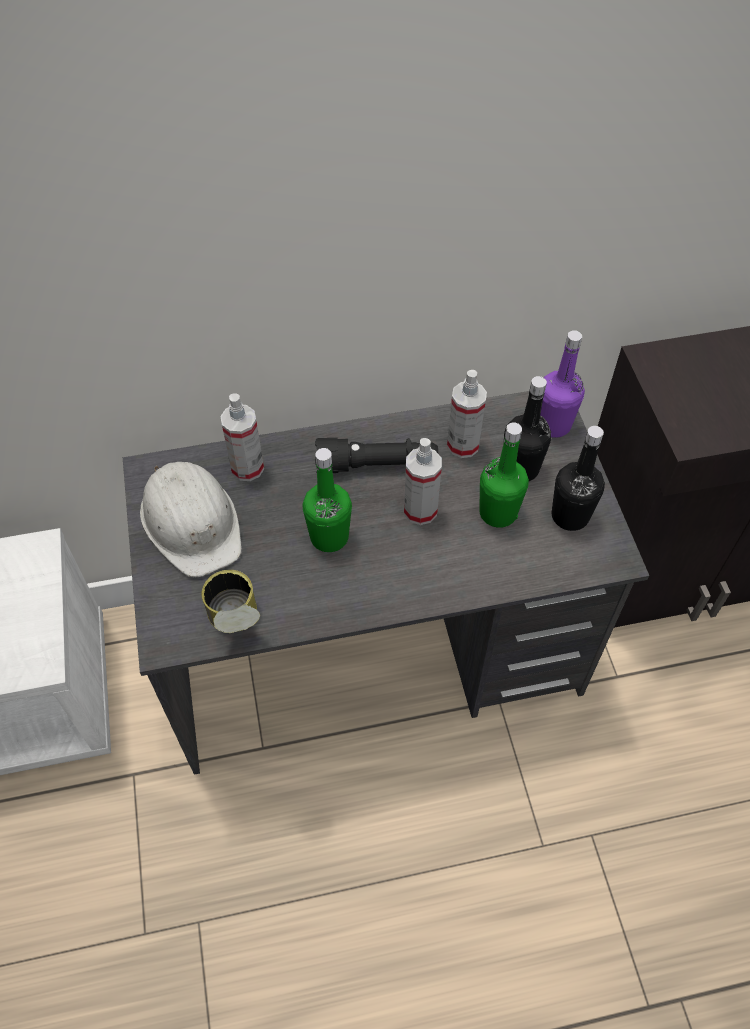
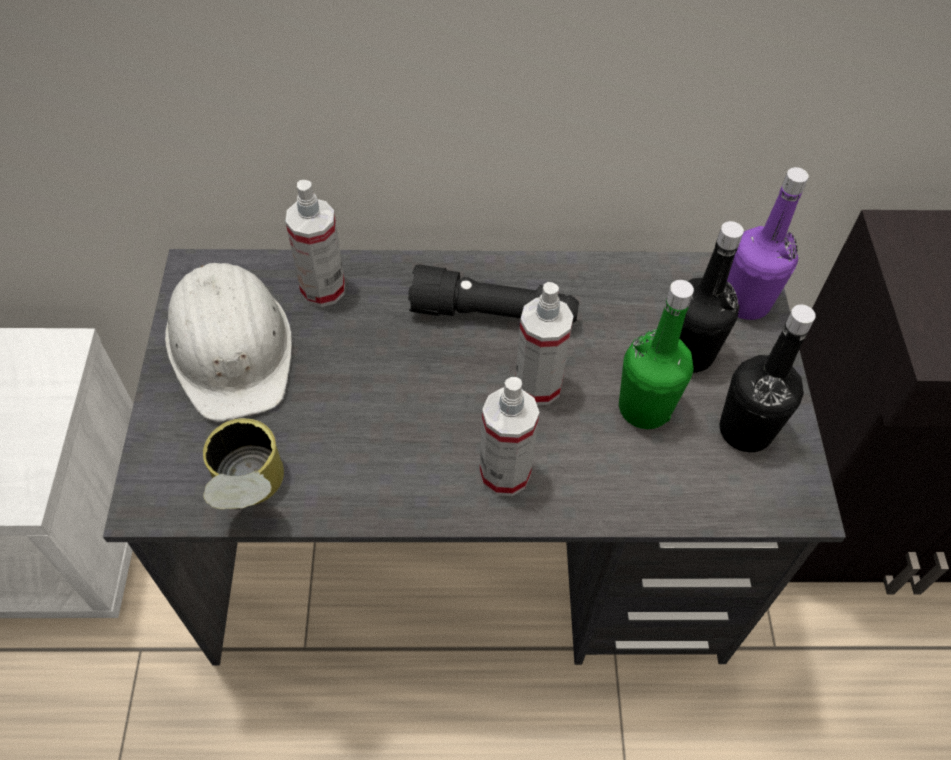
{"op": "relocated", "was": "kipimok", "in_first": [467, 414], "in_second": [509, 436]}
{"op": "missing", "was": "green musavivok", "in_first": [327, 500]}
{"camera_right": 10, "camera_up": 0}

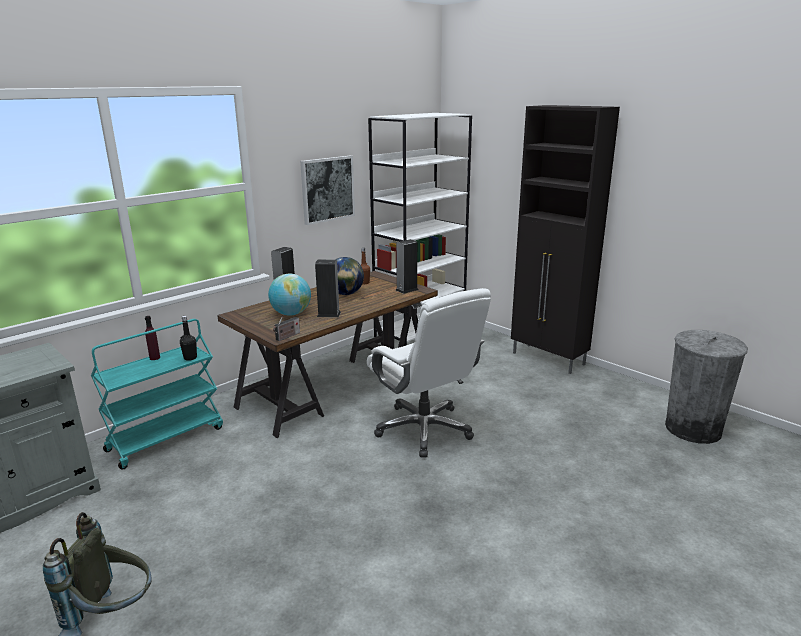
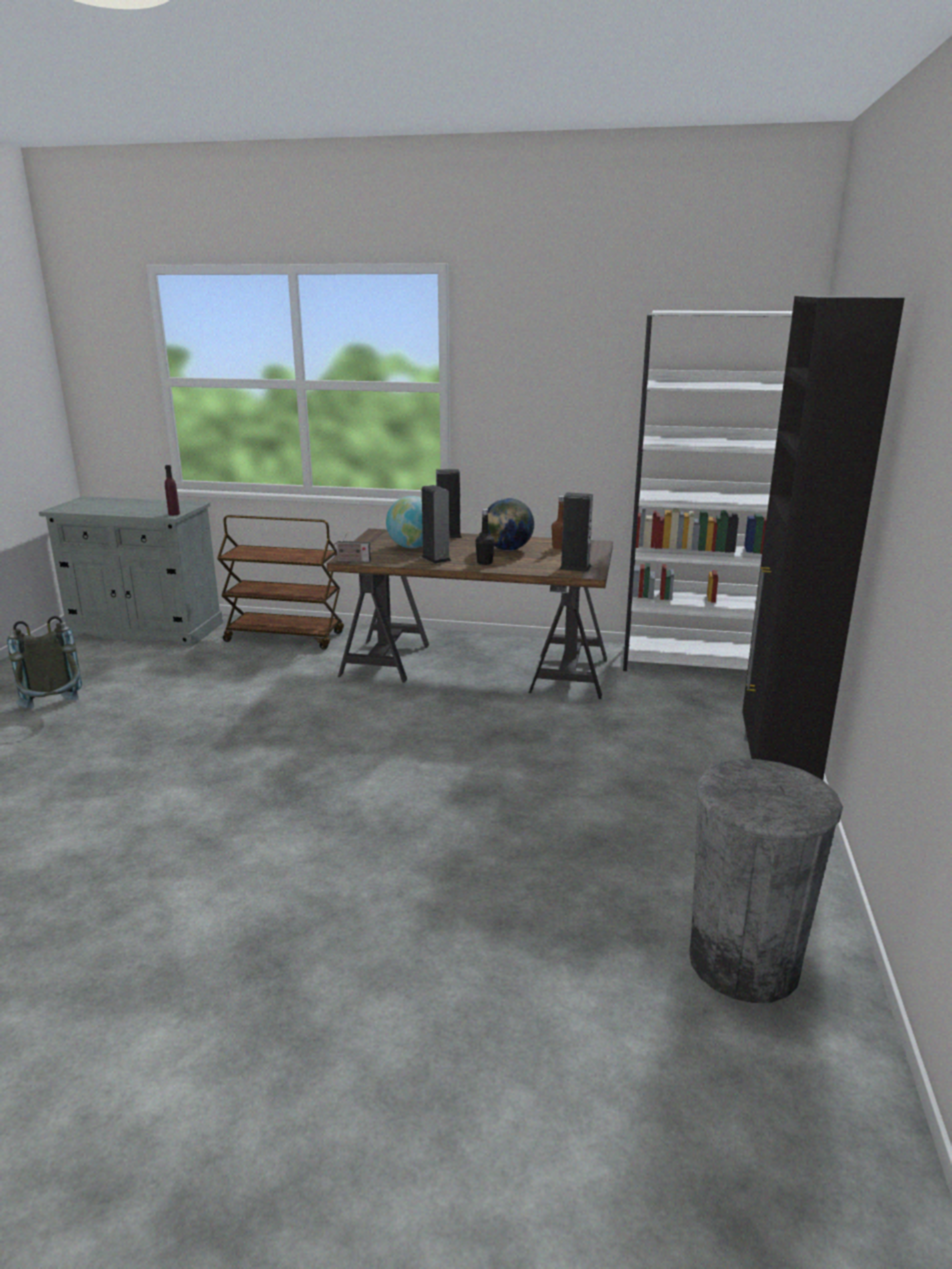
{"op": "missing", "was": "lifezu", "in_first": [327, 190]}
{"op": "missing", "was": "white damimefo", "in_first": [429, 373]}
{"op": "relocated", "was": "purple musavivok", "in_first": [152, 338], "in_second": [172, 490]}
{"op": "relocated", "was": "black musavivok", "in_first": [188, 338], "in_second": [484, 537]}
{"op": "colour", "was": "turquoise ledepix", "now": "brown ledepix", "in_first": [157, 394], "in_second": [280, 582]}
{"camera_right": 55, "camera_up": 0}

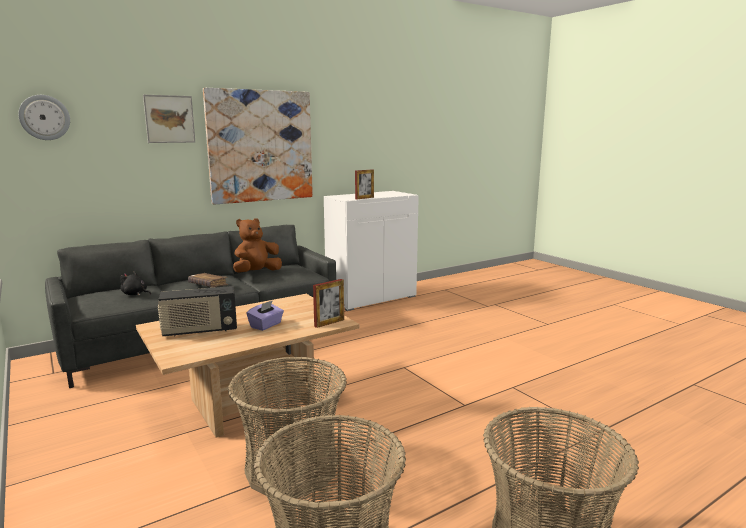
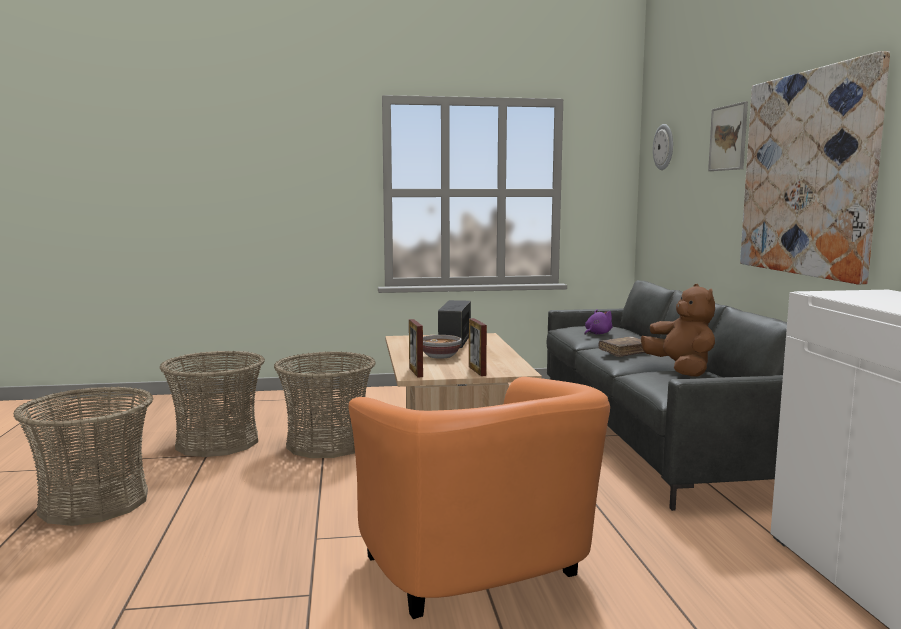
{"op": "relocated", "was": "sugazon", "in_first": [364, 184], "in_second": [478, 347]}
{"op": "colour", "was": "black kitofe", "now": "purple kitofe", "in_first": [135, 283], "in_second": [599, 322]}
{"op": "exchanged", "was": "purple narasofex", "now": "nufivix", "in_first": [265, 315], "in_second": [442, 347]}
{"op": "appeared", "now": "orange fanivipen", "in_second": [479, 498]}
{"camera_right": 115, "camera_up": -5}

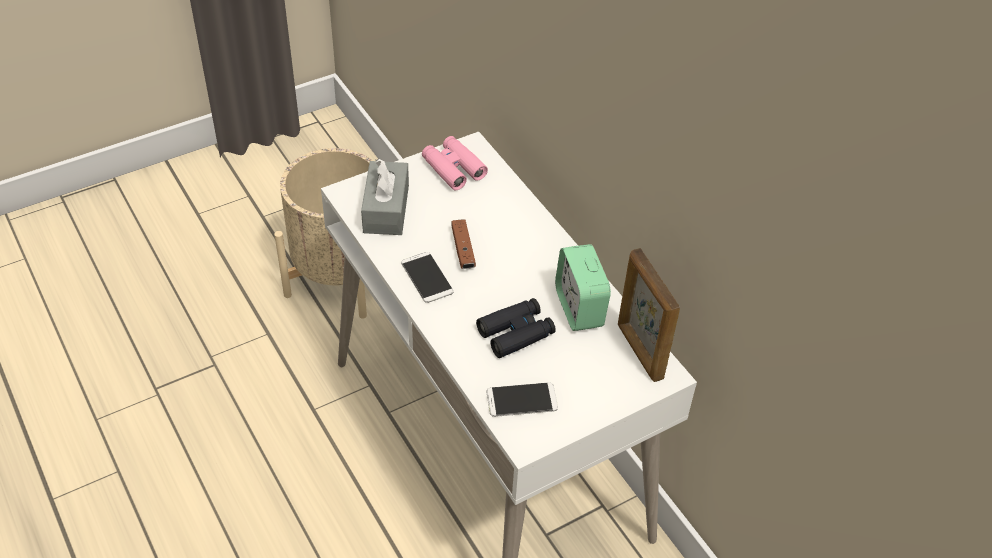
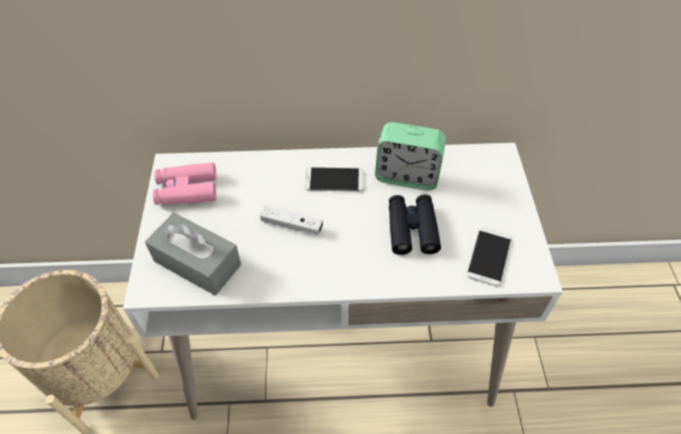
{"op": "colour", "was": "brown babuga", "now": "white babuga", "in_first": [463, 244], "in_second": [291, 220]}
{"op": "missing", "was": "sugazon", "in_first": [649, 315]}
{"op": "relocated", "was": "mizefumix", "in_first": [427, 277], "in_second": [334, 179]}
{"camera_right": -60, "camera_up": 5}

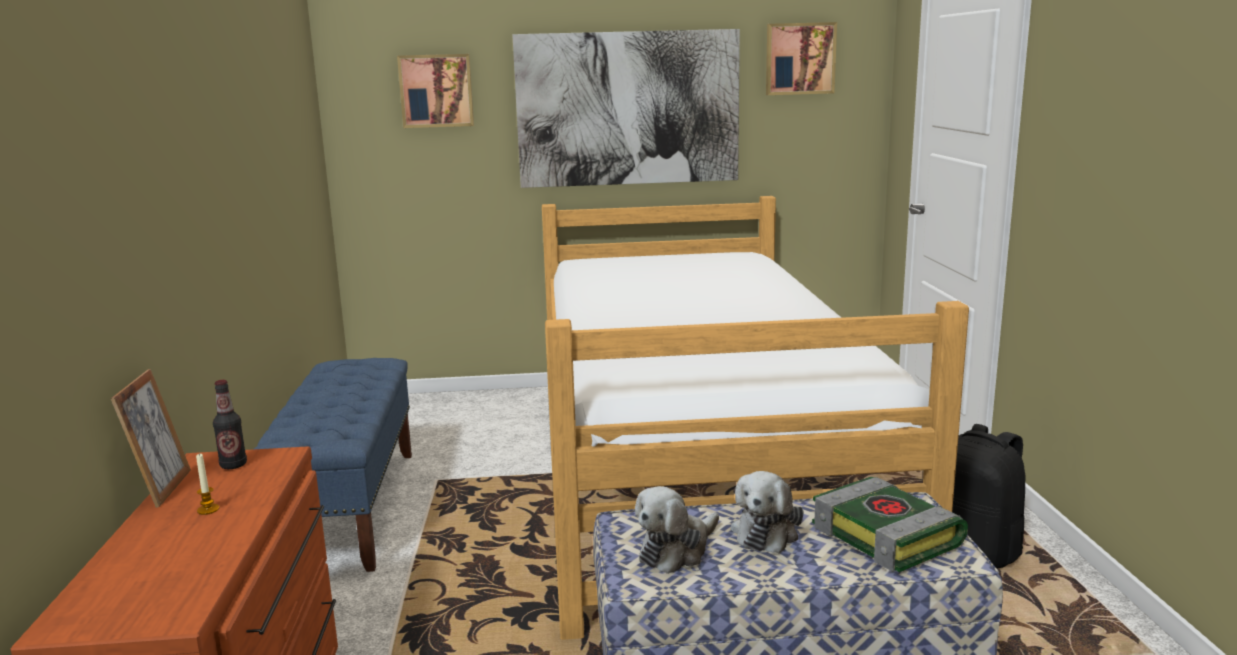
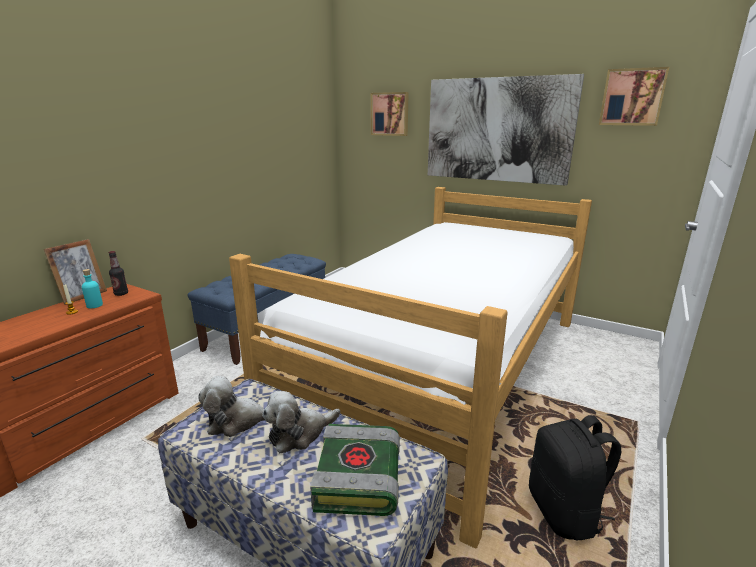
{"op": "appeared", "now": "turquoise musavivok", "in_second": [92, 288]}
{"camera_right": 35, "camera_up": 5}

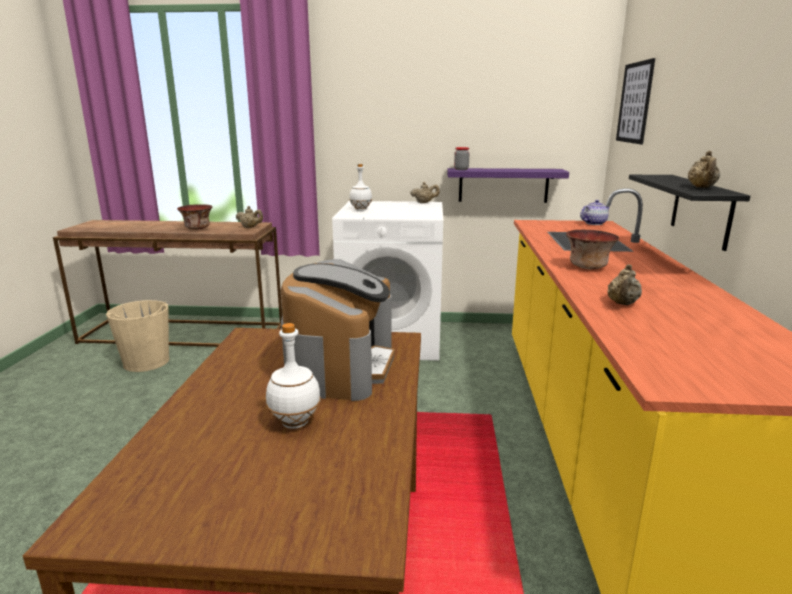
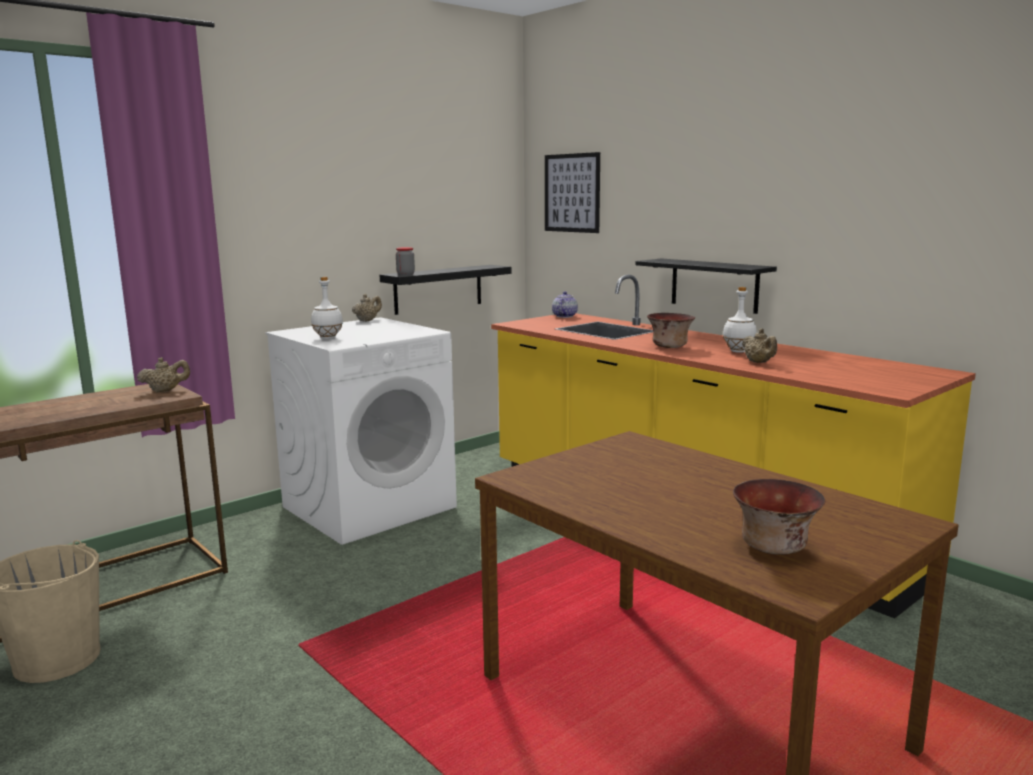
{"op": "missing", "was": "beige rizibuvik", "in_first": [704, 169]}
{"op": "colour", "was": "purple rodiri", "now": "black rodiri", "in_first": [508, 185], "in_second": [446, 290]}
{"op": "relocated", "was": "nufivix", "in_first": [194, 217], "in_second": [779, 517]}
{"op": "missing", "was": "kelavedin", "in_first": [338, 330]}
{"op": "relocated", "was": "white musavivok", "in_first": [293, 376], "in_second": [740, 320]}
{"camera_right": -45, "camera_up": -5}

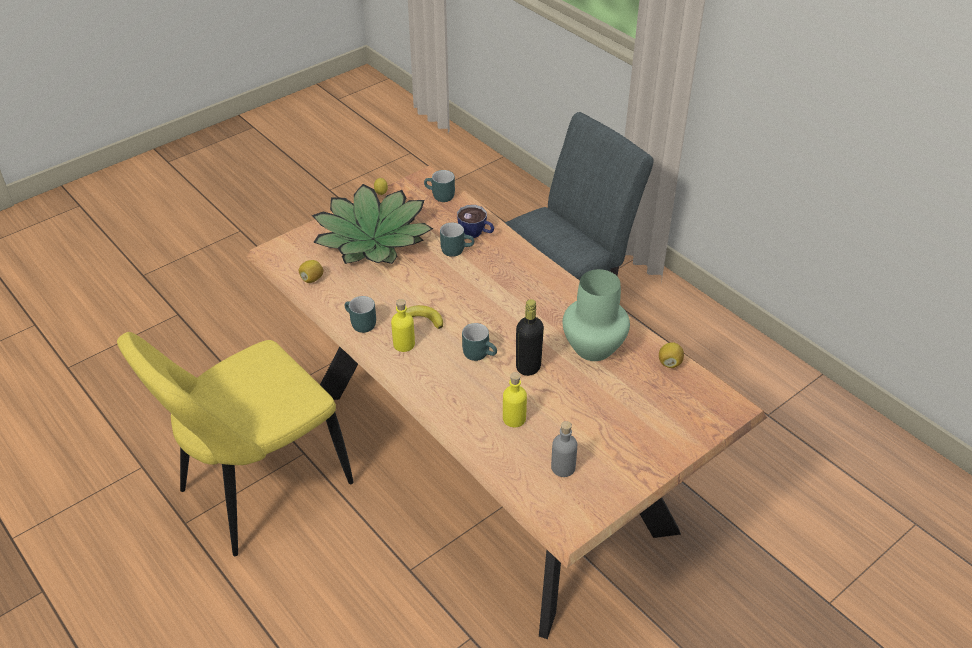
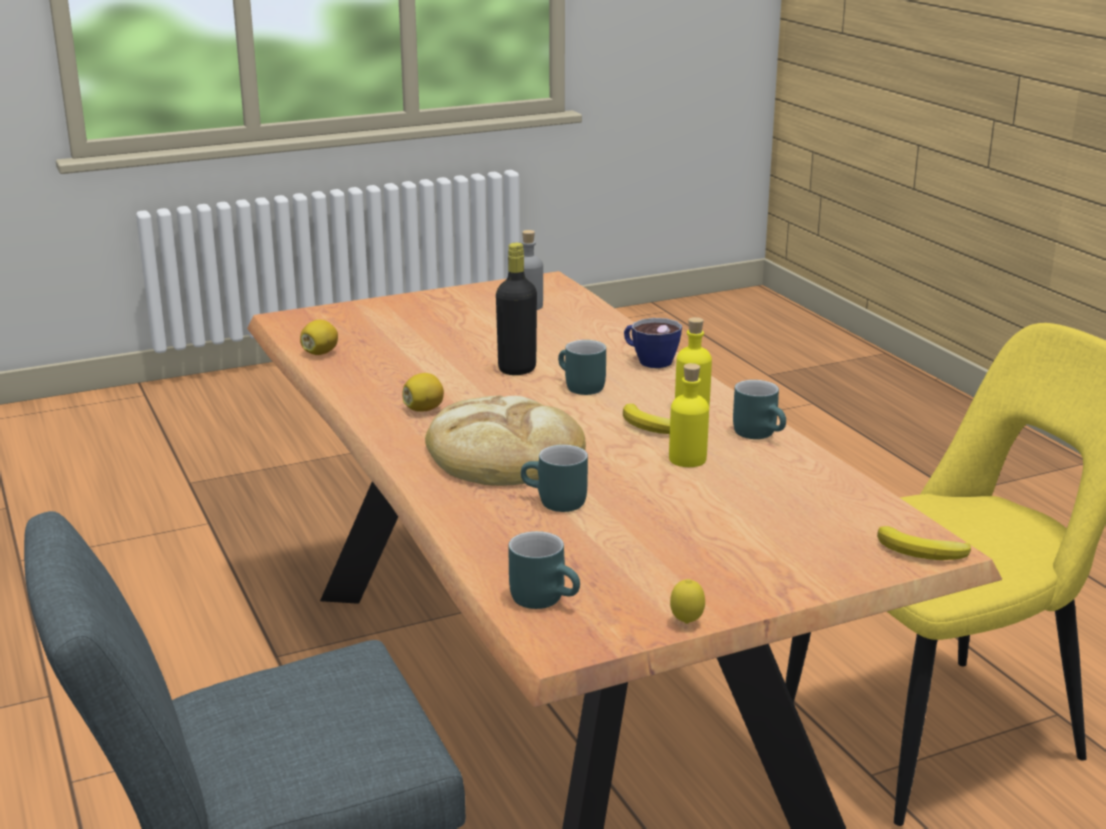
{"op": "missing", "was": "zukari", "in_first": [372, 224]}
{"op": "relocated", "was": "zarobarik", "in_first": [475, 221], "in_second": [653, 343]}
{"op": "relocated", "was": "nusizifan", "in_first": [311, 271], "in_second": [423, 392]}
{"op": "missing", "was": "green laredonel", "in_first": [596, 315]}
{"op": "relocated", "was": "yellow musavivok", "in_first": [515, 399], "in_second": [689, 415]}
{"op": "appeared", "now": "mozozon", "in_second": [505, 440]}
{"op": "appeared", "now": "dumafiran", "in_second": [924, 543]}
{"camera_right": -165, "camera_up": -20}

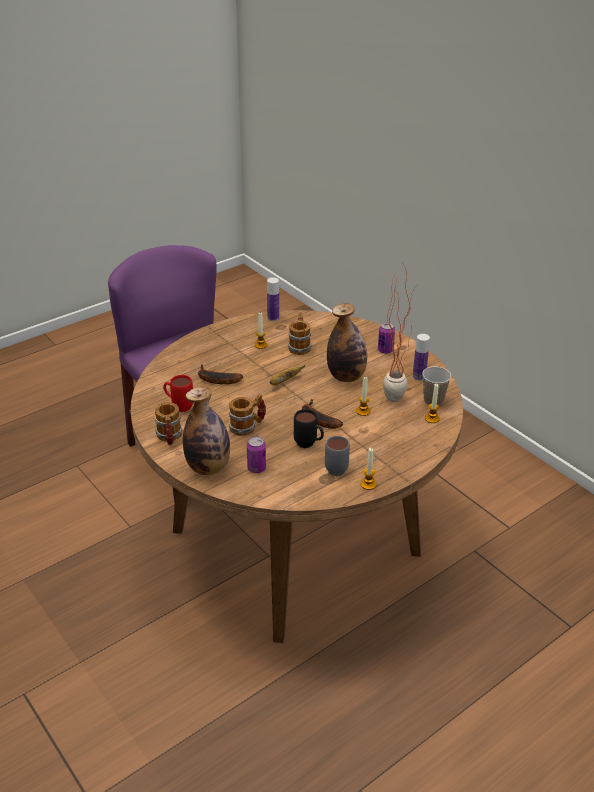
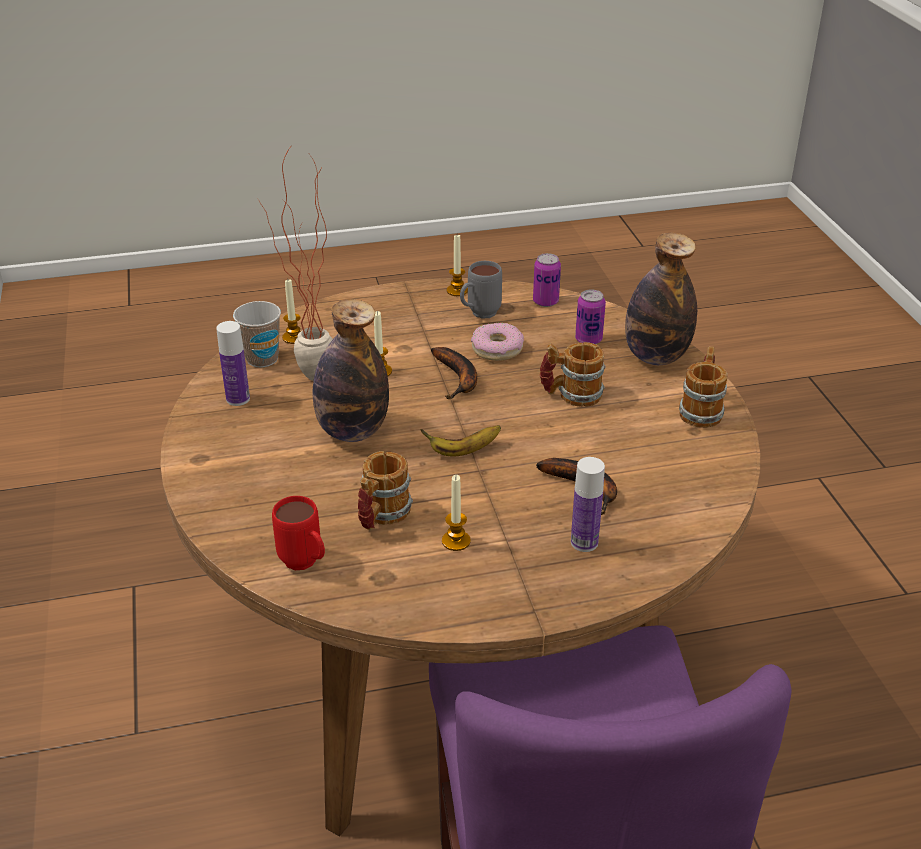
{"op": "relocated", "was": "musavivok", "in_first": [273, 299], "in_second": [588, 504]}
{"op": "relocated", "was": "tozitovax", "in_first": [386, 338], "in_second": [547, 280]}
{"op": "relocated", "was": "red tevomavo", "in_first": [178, 393], "in_second": [298, 533]}
{"op": "exchanged", "was": "black tevomavo", "now": "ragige", "in_first": [309, 428], "in_second": [497, 342]}
{"camera_right": -155, "camera_up": 0}

